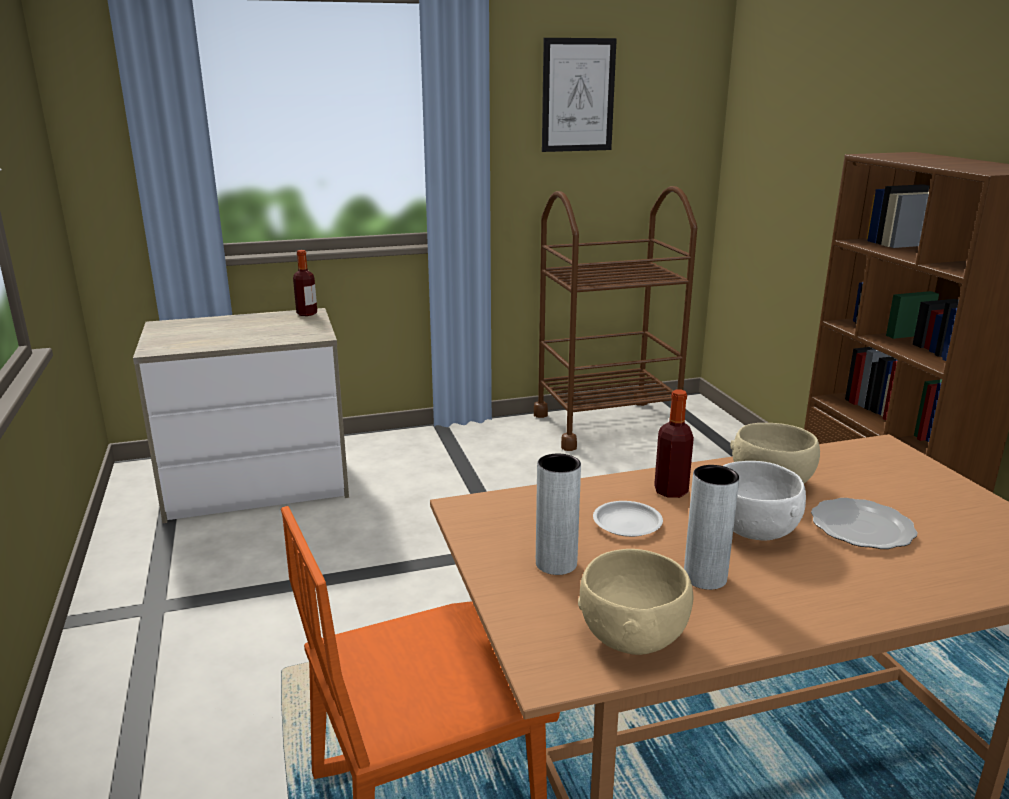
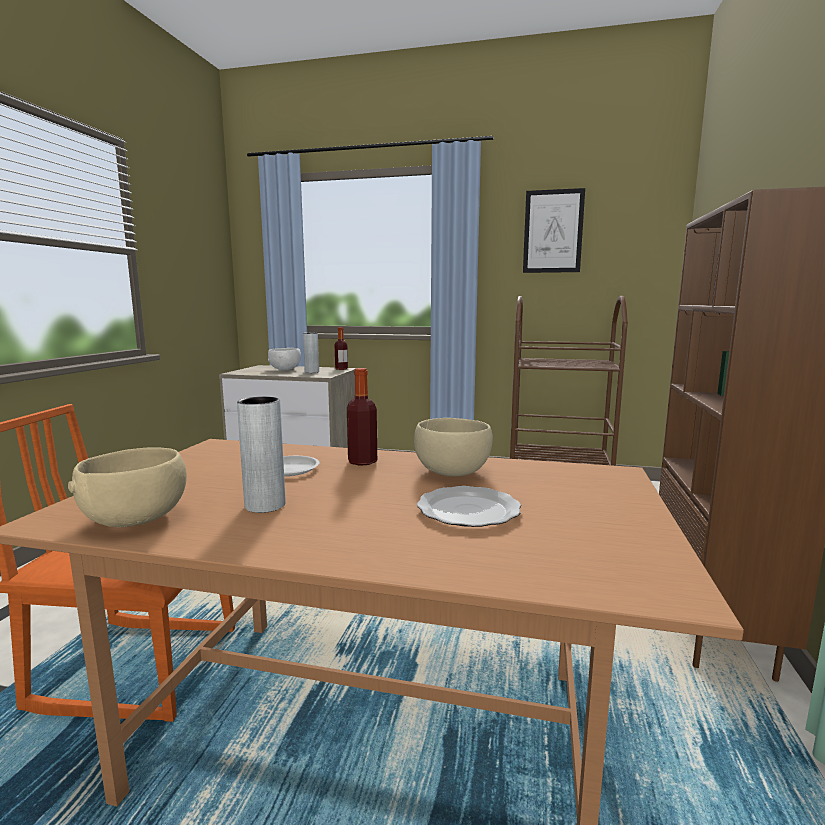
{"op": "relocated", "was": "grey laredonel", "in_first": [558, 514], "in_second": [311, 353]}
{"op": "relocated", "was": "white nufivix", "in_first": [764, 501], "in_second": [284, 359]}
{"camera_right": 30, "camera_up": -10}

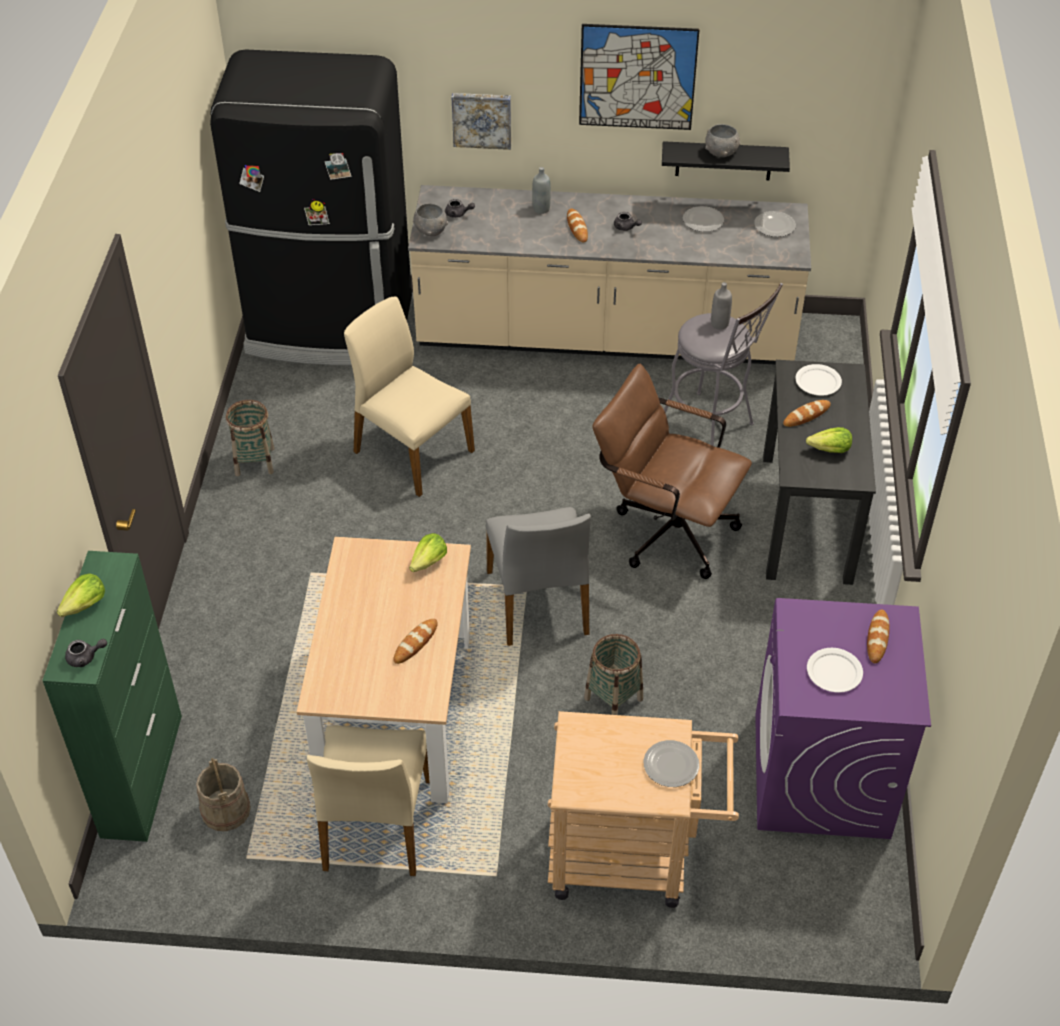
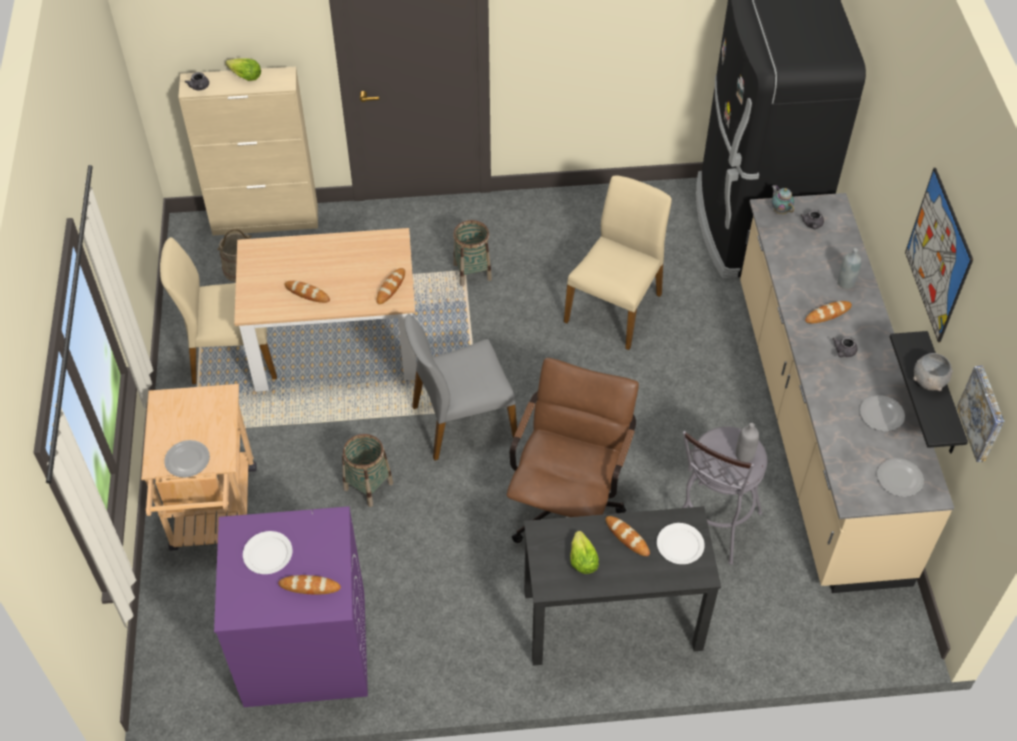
{"op": "relocated", "was": "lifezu", "in_first": [481, 121], "in_second": [981, 414]}
{"op": "exchanged", "was": "grey nufivix", "now": "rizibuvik", "in_first": [430, 220], "in_second": [782, 199]}
{"op": "relocated", "was": "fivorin", "in_first": [250, 438], "in_second": [472, 253]}
{"op": "exchanged", "was": "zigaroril", "now": "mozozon", "in_first": [428, 552], "in_second": [390, 286]}
{"op": "colour", "was": "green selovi", "now": "beige selovi", "in_first": [112, 696], "in_second": [248, 151]}
{"camera_right": 80, "camera_up": 5}

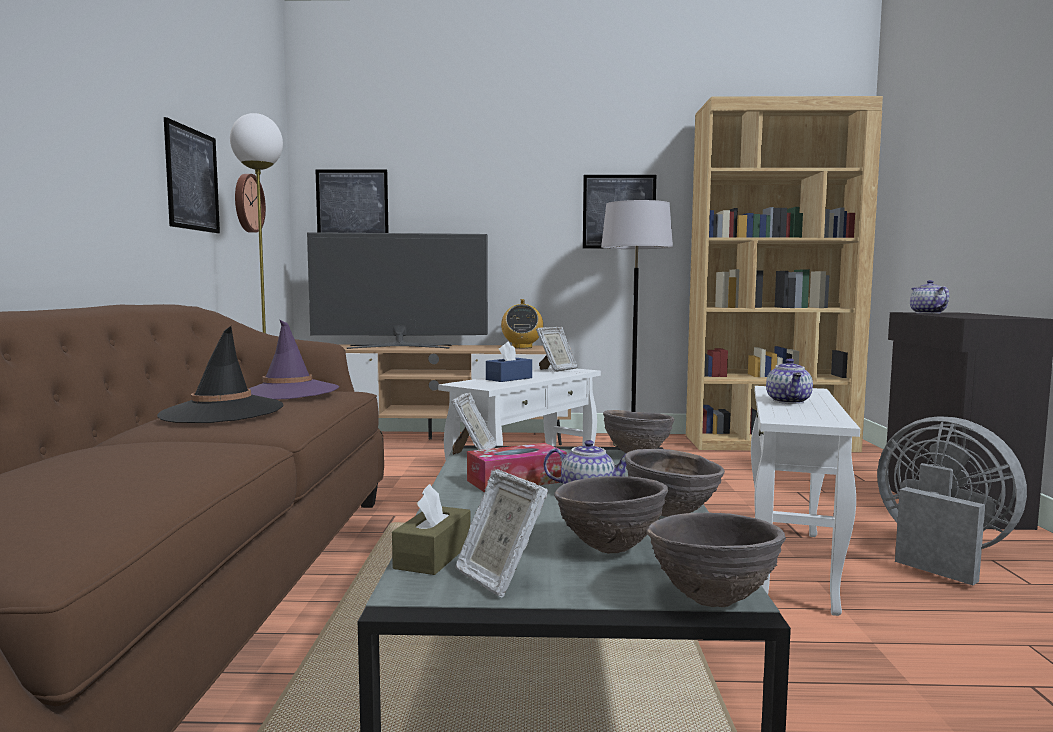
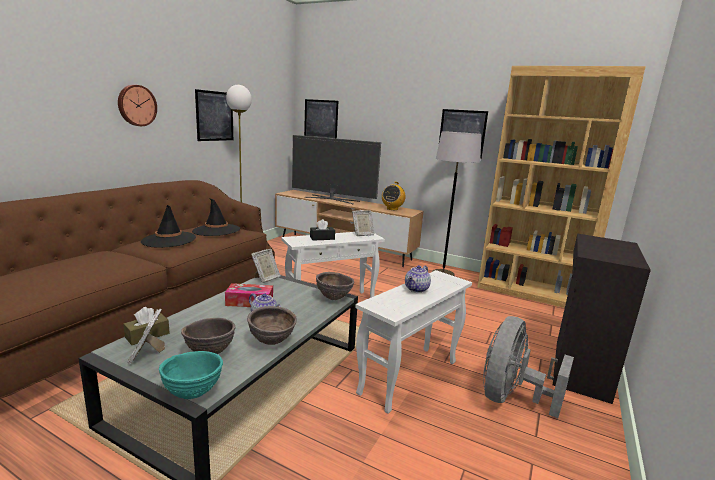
{"op": "relocated", "was": "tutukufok", "in_first": [250, 203], "in_second": [137, 105]}
{"op": "missing", "was": "rizibuvik", "in_first": [929, 297]}
{"op": "colour", "was": "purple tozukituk", "now": "black tozukituk", "in_first": [294, 359], "in_second": [216, 217]}
{"op": "colour", "was": "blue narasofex", "now": "black narasofex", "in_first": [509, 362], "in_second": [322, 230]}
{"op": "spun", "was": "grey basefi", "in_first": [952, 500], "in_second": [528, 367], "clockwise": -135}
{"op": "colour", "was": "brown nufivix", "now": "turquoise nufivix", "in_first": [716, 559], "in_second": [191, 375]}
{"camera_right": 25, "camera_up": 10}

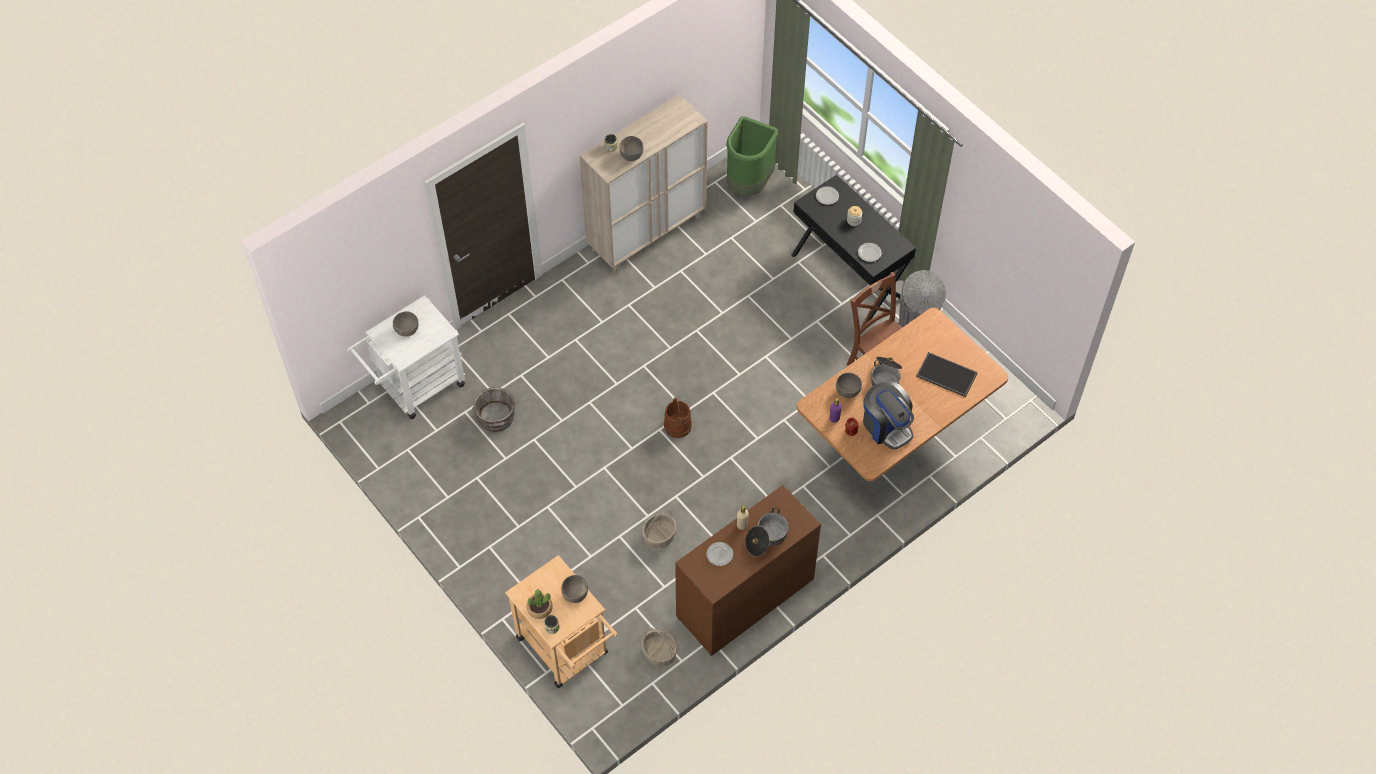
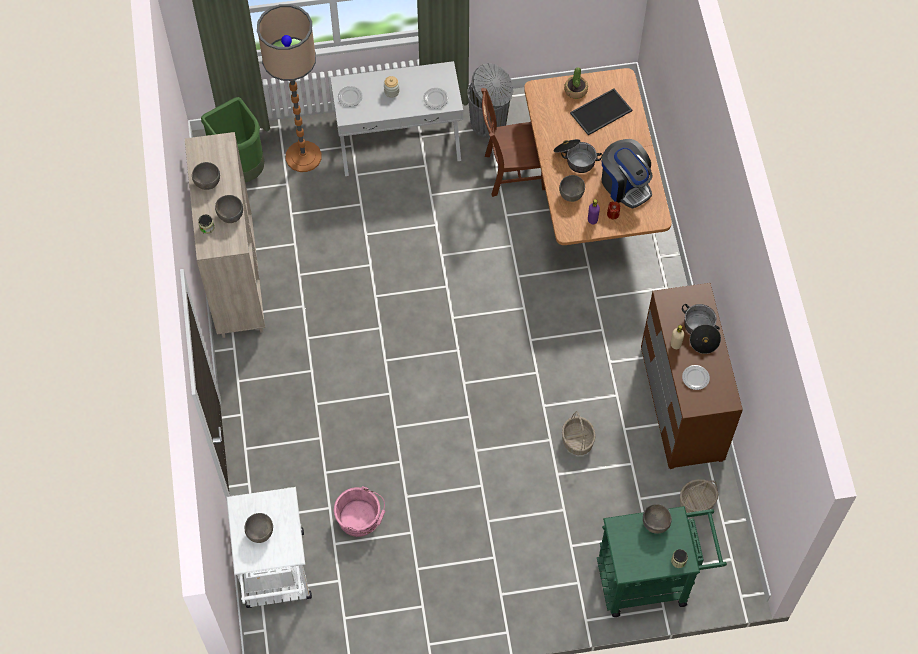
{"op": "colour", "was": "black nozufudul", "now": "white nozufudul", "in_first": [853, 249], "in_second": [396, 118]}
{"op": "spun", "was": "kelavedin", "in_first": [888, 415], "in_second": [627, 174], "clockwise": 60}
{"op": "colour", "was": "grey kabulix", "now": "pink kabulix", "in_first": [494, 409], "in_second": [359, 511]}
{"op": "missing", "was": "brown kabulix", "in_first": [678, 417]}
{"op": "colour", "was": "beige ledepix", "now": "green ledepix", "in_first": [561, 621], "in_second": [662, 561]}
{"op": "relocated", "was": "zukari", "in_first": [540, 604], "in_second": [576, 83]}
{"op": "appeared", "now": "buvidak", "in_second": [289, 88]}
{"op": "appeared", "now": "grey nufivix", "in_second": [206, 176]}
{"camera_right": -60, "camera_up": 5}

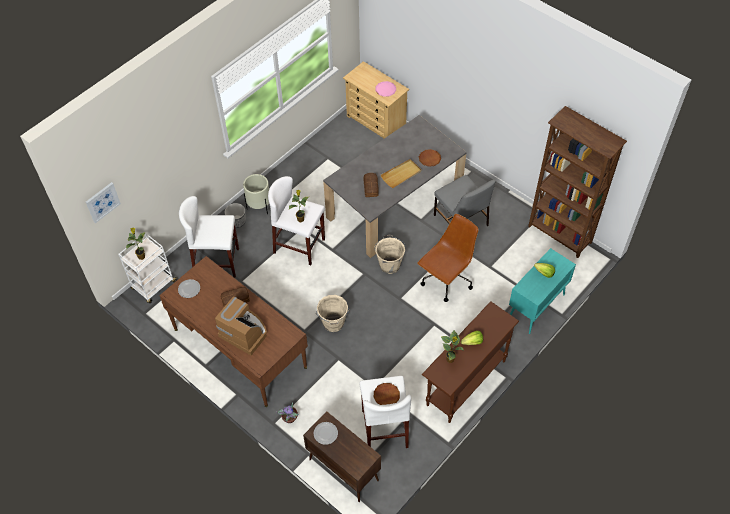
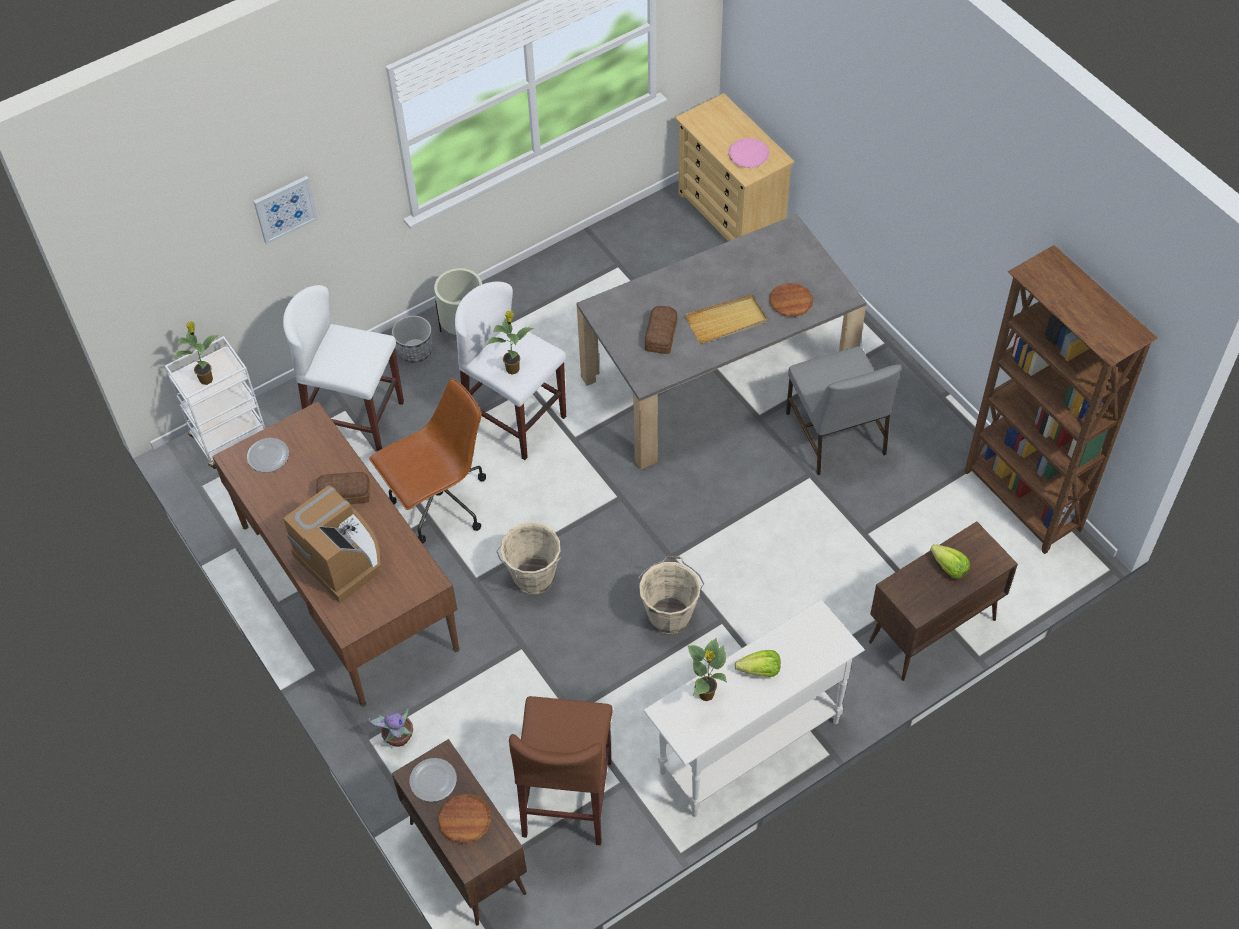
{"op": "relocated", "was": "lifezu", "in_first": [103, 202], "in_second": [285, 210]}
{"op": "relocated", "was": "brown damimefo", "in_first": [448, 258], "in_second": [427, 461]}
{"op": "relocated", "was": "beige kabulix", "in_first": [390, 254], "in_second": [671, 595]}
{"op": "colour", "was": "turquoise selovi", "now": "brown selovi", "in_first": [542, 291], "in_second": [943, 601]}
{"op": "colour", "was": "brown nozufudul", "now": "white nozufudul", "in_first": [470, 362], "in_second": [754, 708]}
{"op": "colour", "was": "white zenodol", "now": "brown zenodol", "in_first": [385, 412], "in_second": [561, 770]}
{"op": "relocated", "was": "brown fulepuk", "in_first": [387, 394], "in_second": [465, 818]}
{"camera_right": 15, "camera_up": 0}

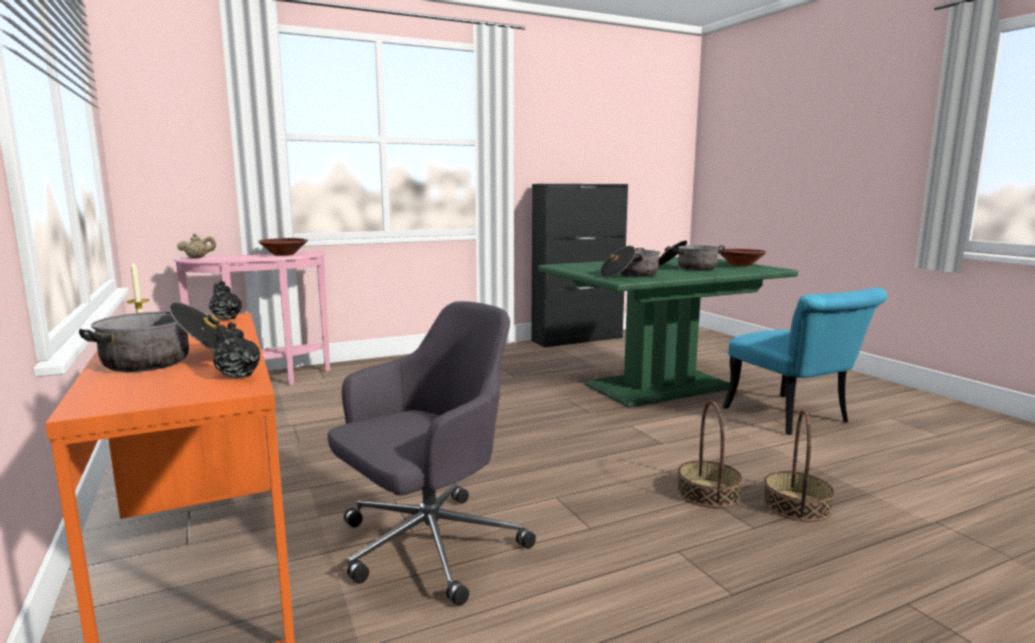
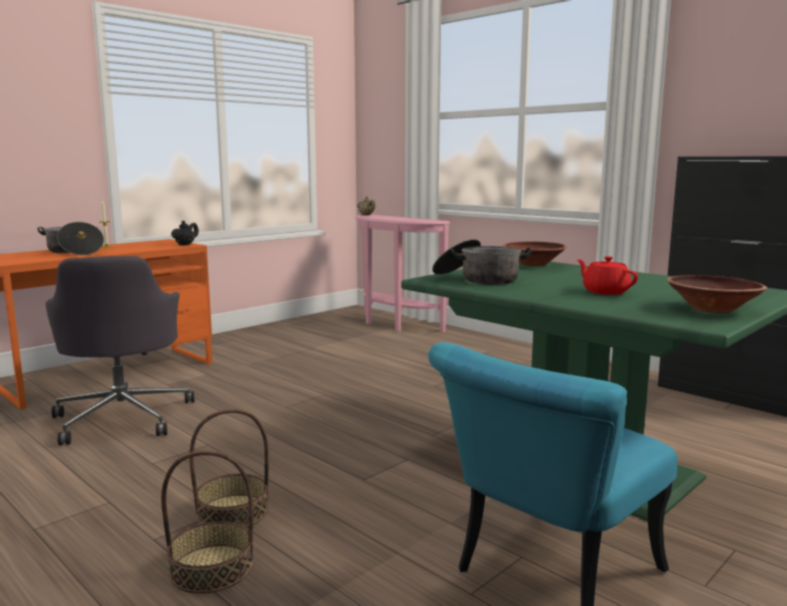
{"op": "relocated", "was": "brown nufivix", "in_first": [283, 247], "in_second": [535, 254]}
{"op": "exchanged", "was": "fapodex", "now": "red rizibuvik", "in_first": [691, 255], "in_second": [607, 275]}
{"op": "spun", "was": "grey damimefo", "in_first": [431, 453], "in_second": [119, 350], "clockwise": 45}
{"op": "missing", "was": "black rizibuvik", "in_first": [236, 350]}
{"camera_right": 70, "camera_up": 0}

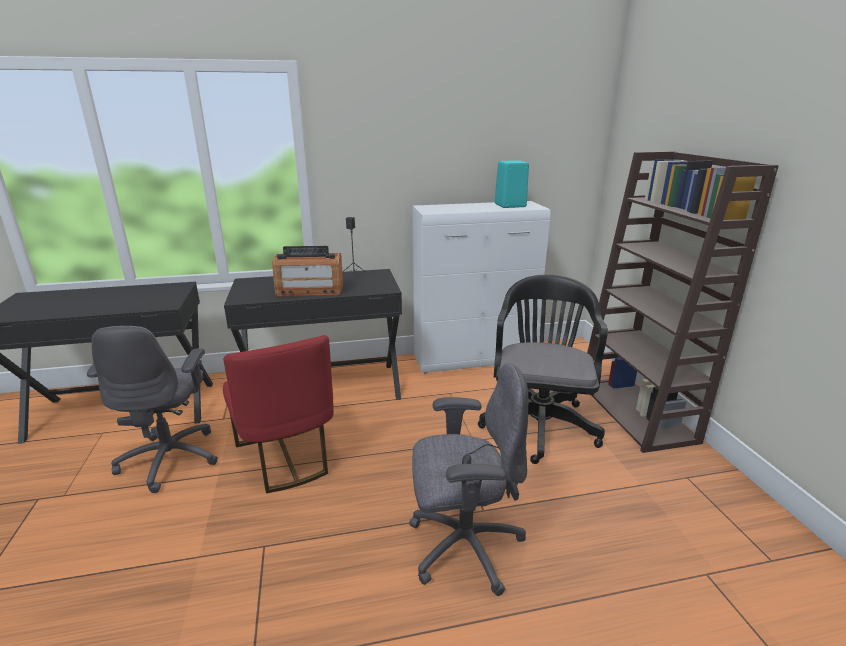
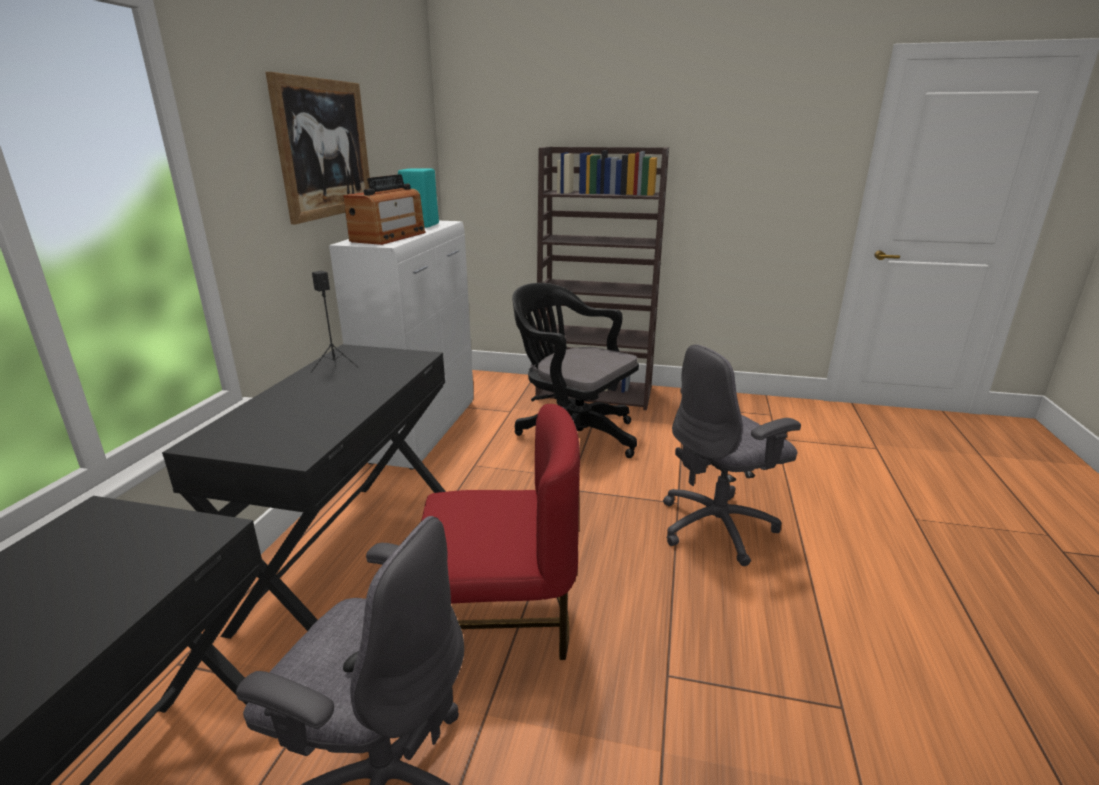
{"op": "relocated", "was": "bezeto", "in_first": [307, 271], "in_second": [384, 209]}
{"op": "spun", "was": "grey damimefo", "in_first": [468, 479], "in_second": [732, 455], "clockwise": -135}
{"op": "appeared", "now": "lifezu", "in_second": [318, 148]}
{"camera_right": -65, "camera_up": 0}

